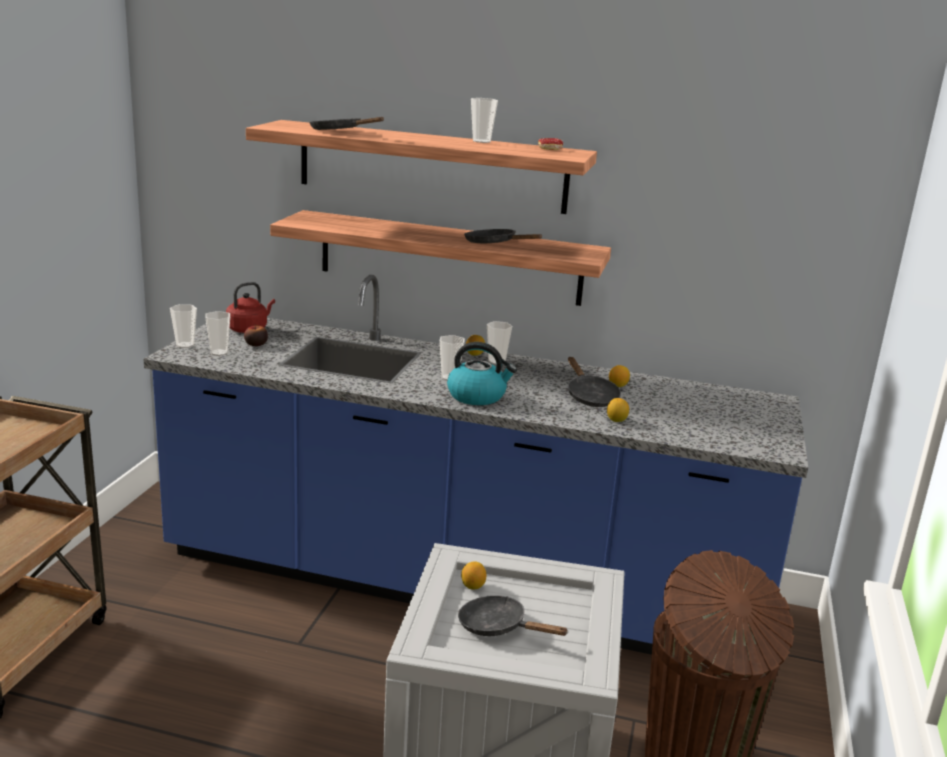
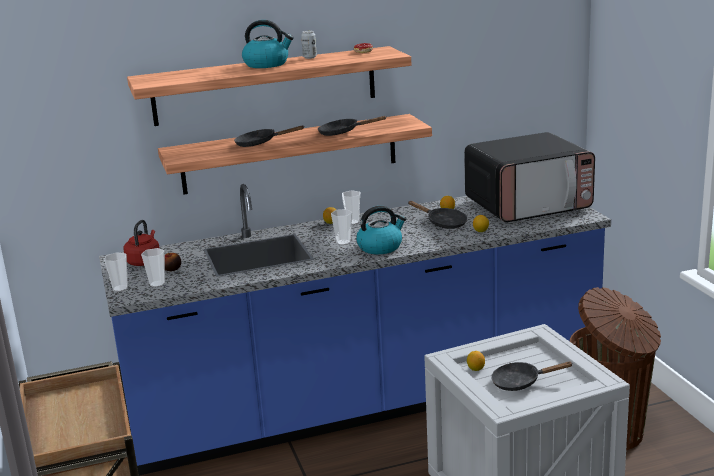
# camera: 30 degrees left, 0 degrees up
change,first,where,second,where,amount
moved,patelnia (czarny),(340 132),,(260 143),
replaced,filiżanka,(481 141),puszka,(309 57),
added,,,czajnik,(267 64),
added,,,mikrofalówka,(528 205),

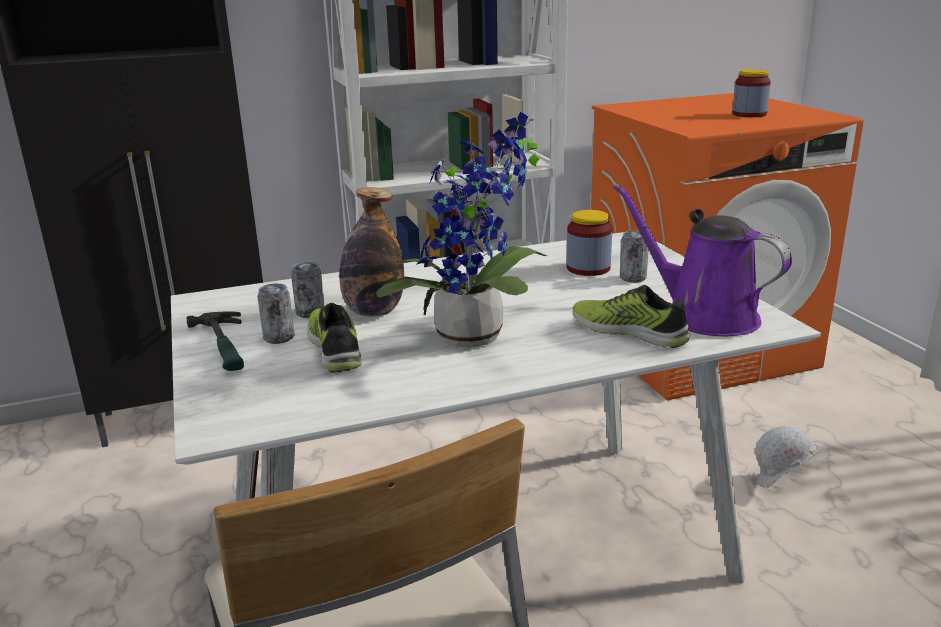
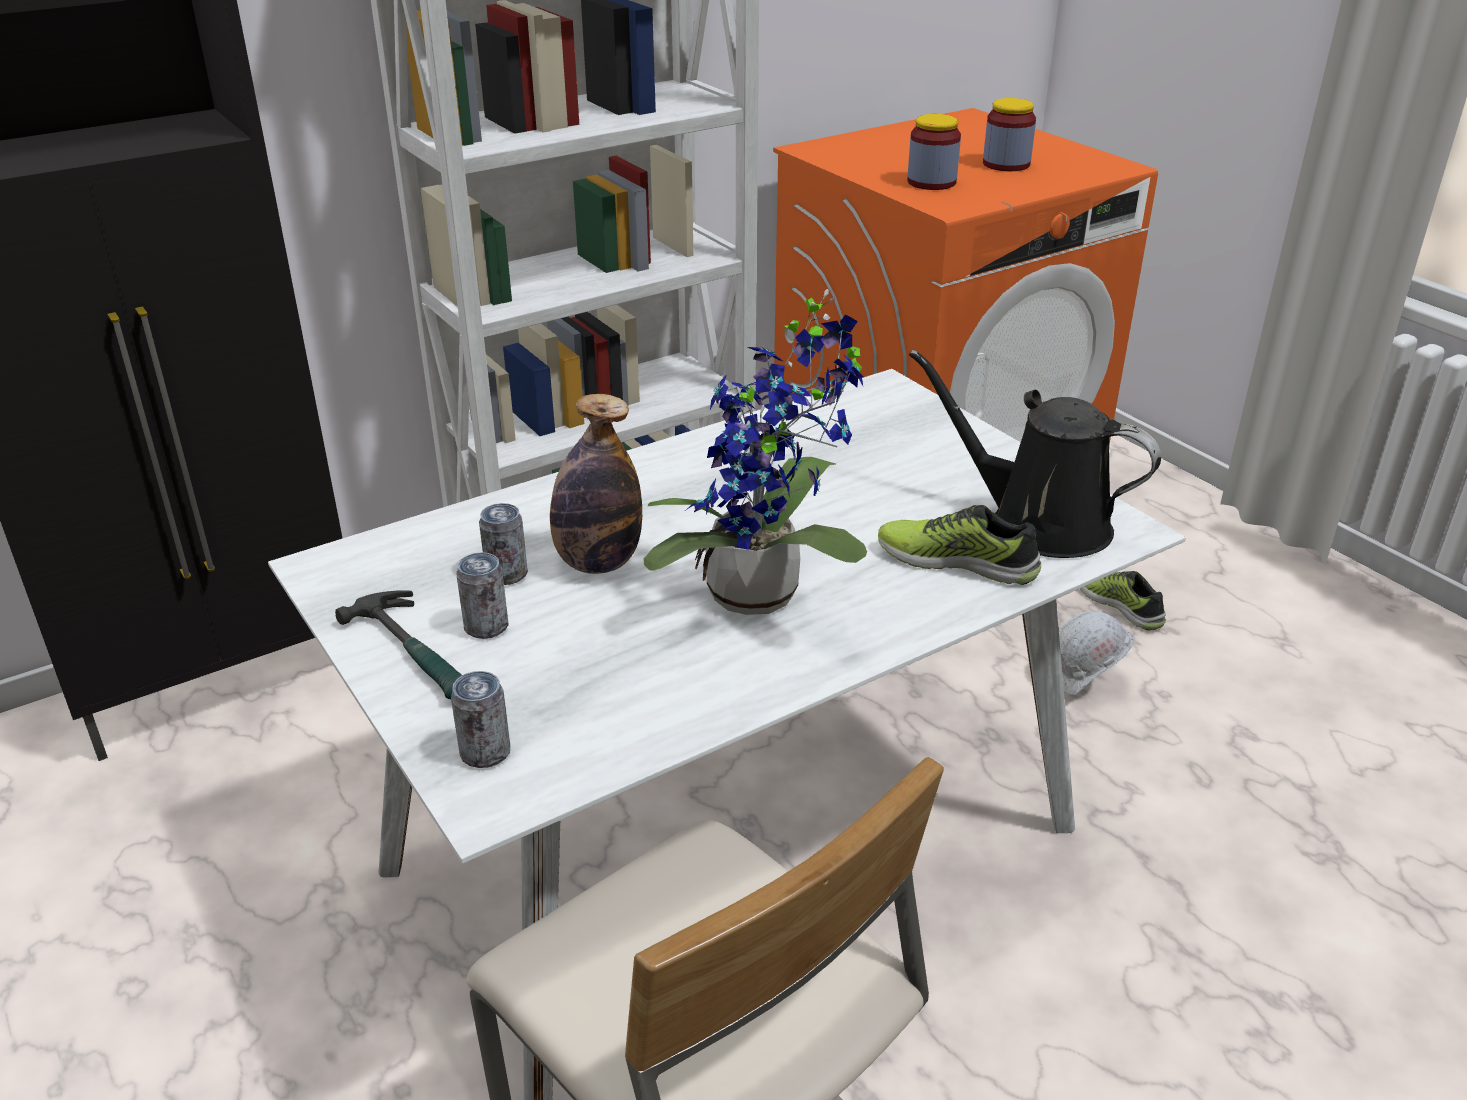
# camera: 15 degrees left, 10 degrees up
change,first,where,second,where,amount
moved,but,(336 348),,(1119 604),
moved,słoik,(588 268),,(931 182),
recoloured,konewka (fioletowy),(703 315),konewka (czarny),(1038 523),
moved,puszka,(632 278),,(485 753),

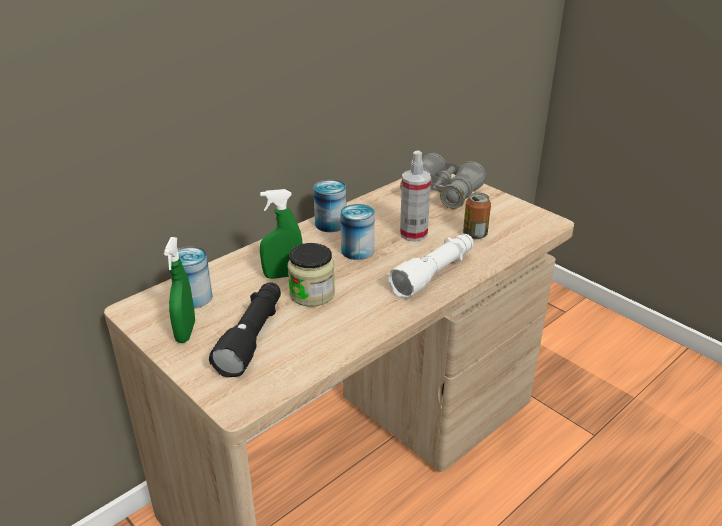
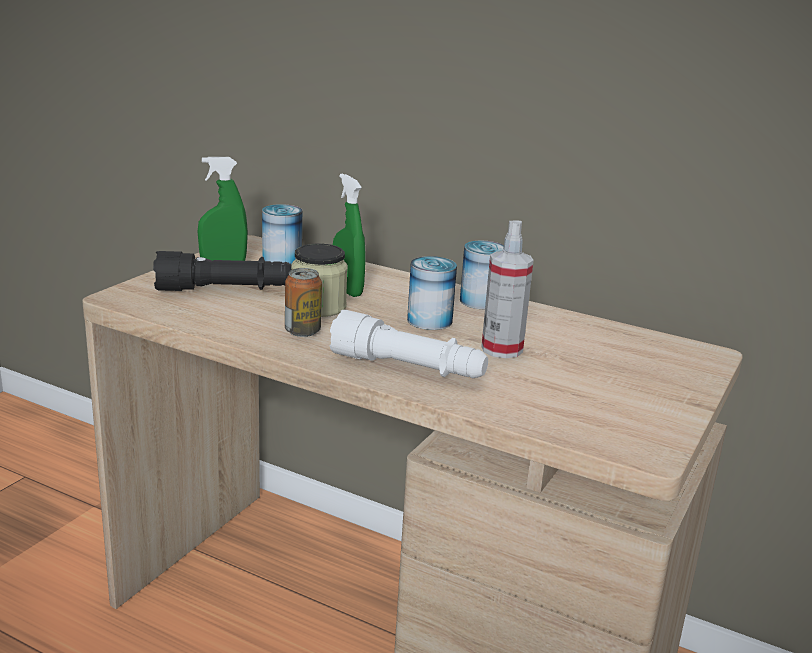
# camera: 70 degrees right, 10 degrees down
change,first,where,second,where,amount
removed,lornetka (szary),(442 193),,,
moved,puszka,(475 234),,(302 331),

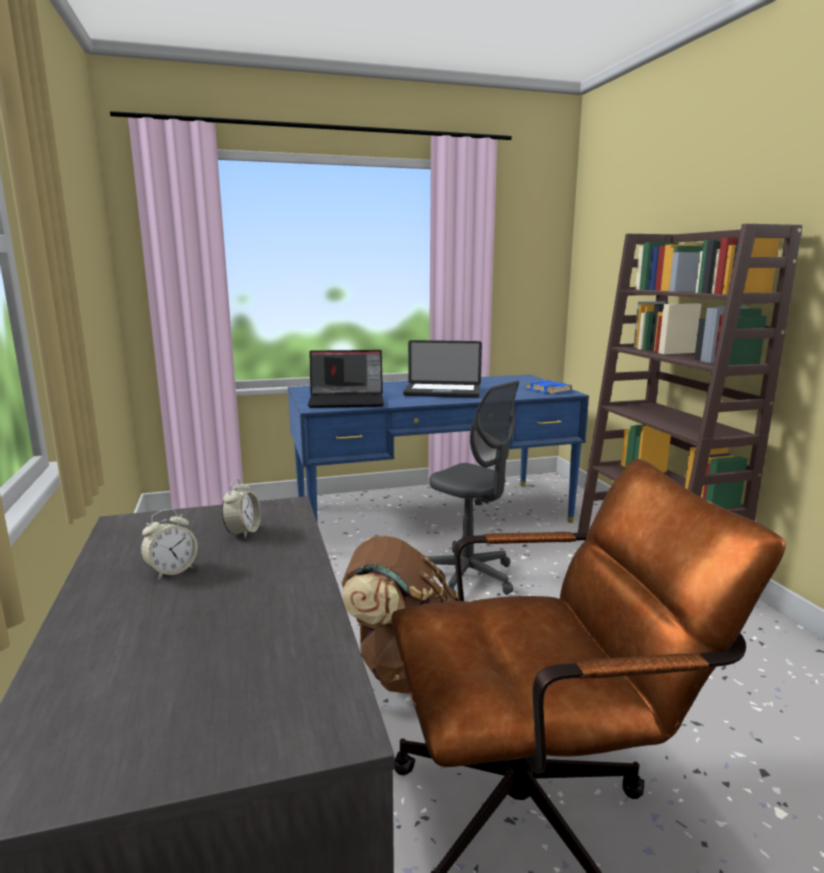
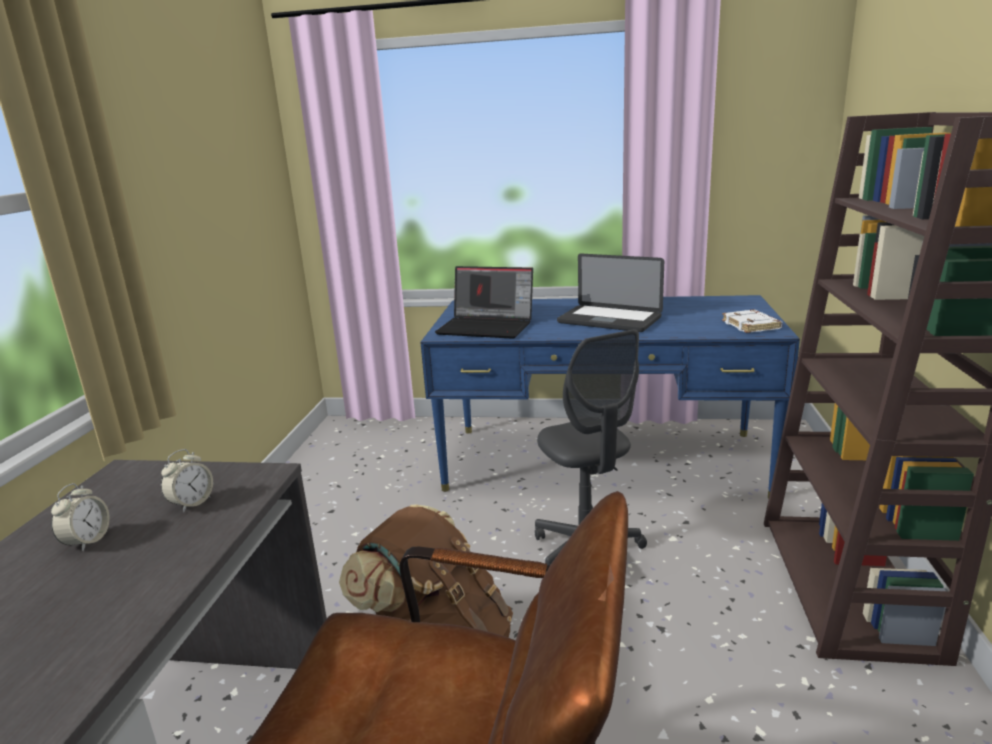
# camera: 25 degrees right, 5 degrees up
change,first,where,second,where,amount
turned,budzik,(171 571),,(87 541),60 degrees counterclockwise
recoloured,książka (niebieski),(549 390),książka (biały),(752 325),

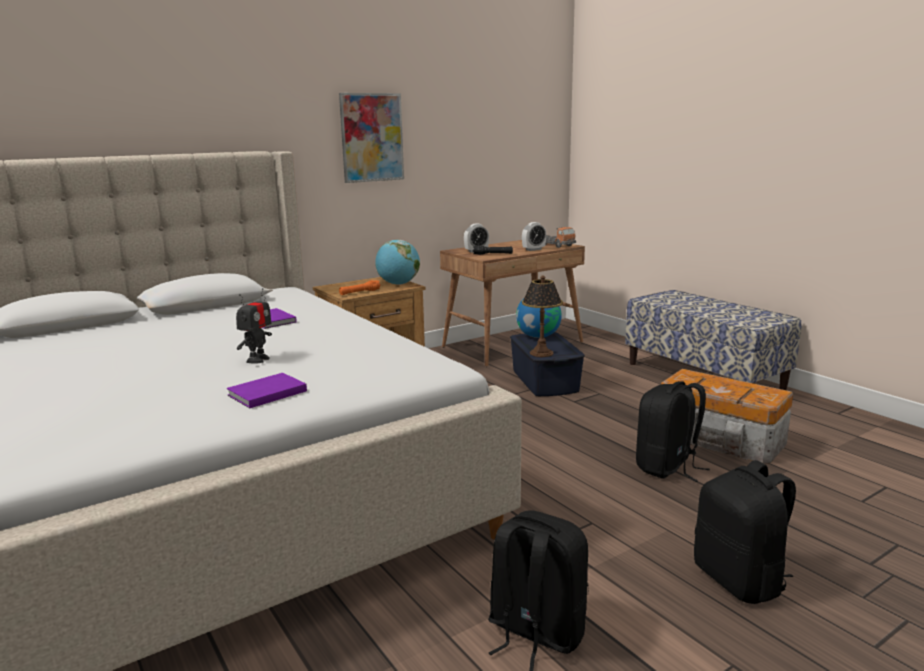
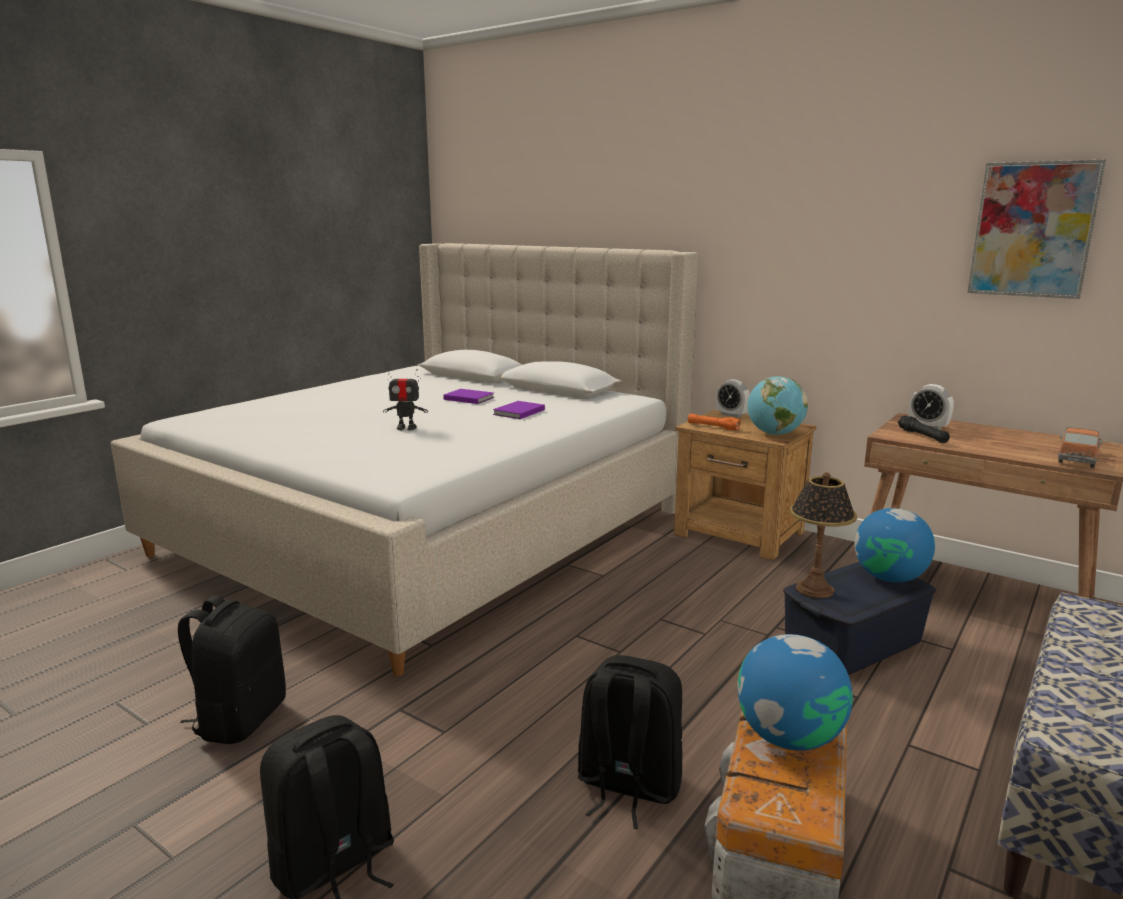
# camera: 70 degrees right, 0 degrees up
change,first,where,second,where,amount
moved,książka (fioletowy),(265 393),,(468 398),
moved,obraz,(372 137),,(1033 230),
moved,budzik,(533 249),,(731 415),
added,,,globus,(789 737),

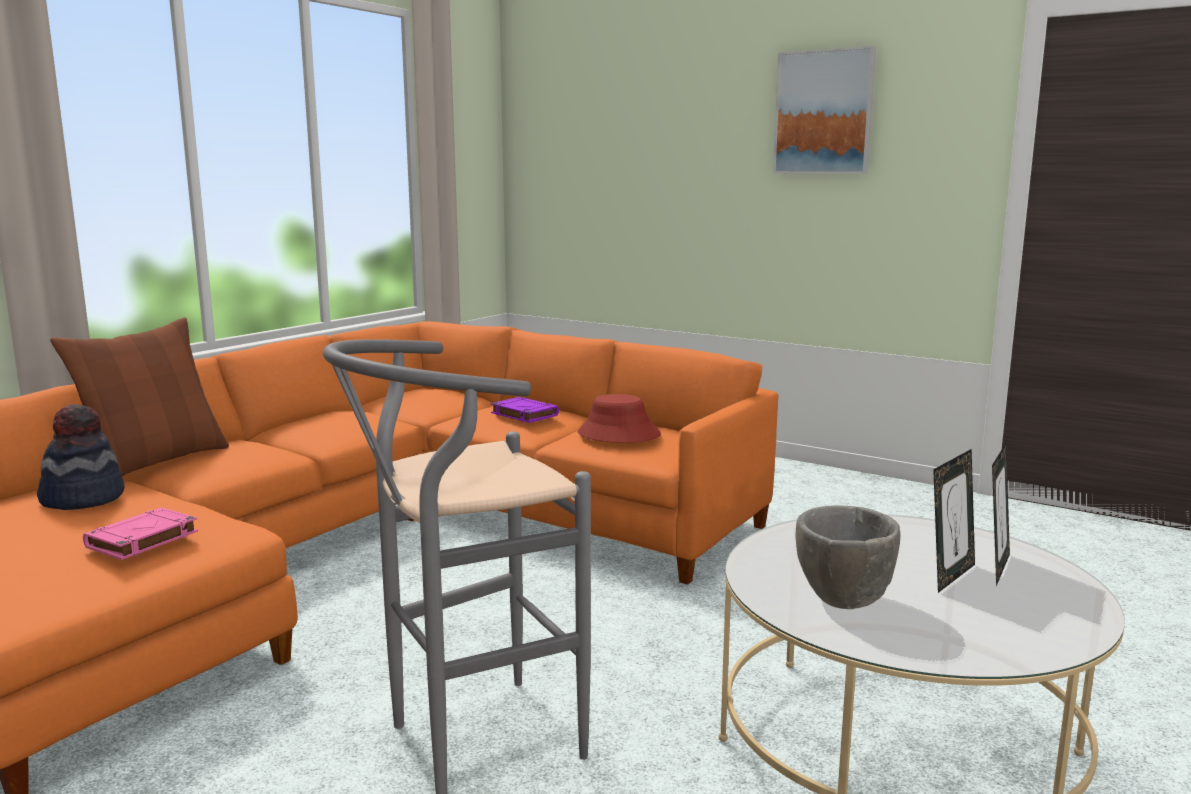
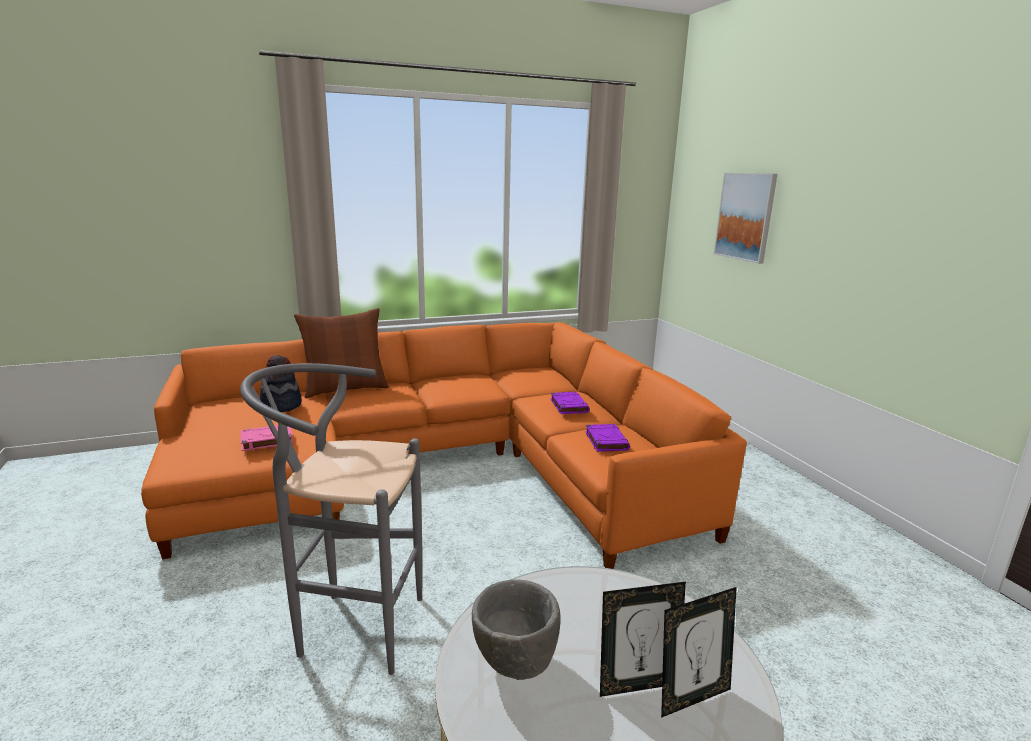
# camera: 35 degrees right, 5 degrees up
change,first,where,second,where,amount
replaced,kapelusz (czerwony),(618 435),książka (fioletowy),(606 441),
moved,obraz,(823 112),,(745 216),

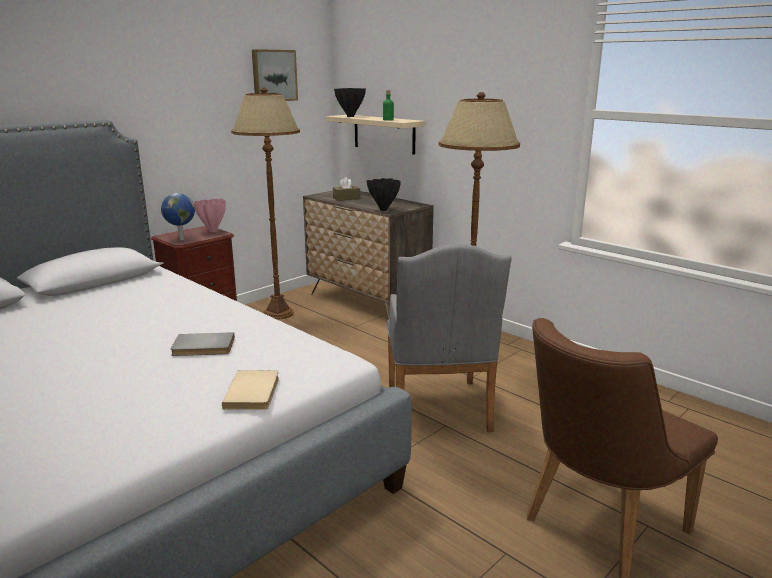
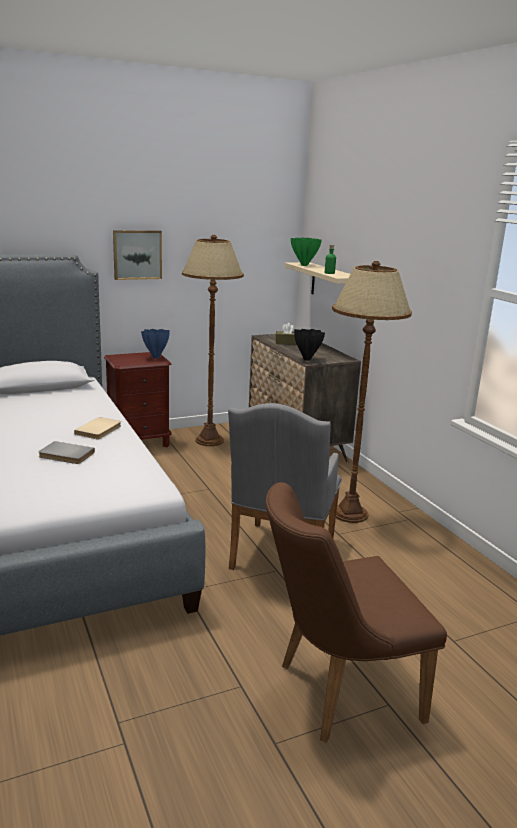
# camera: 20 degrees right, 0 degrees up
change,first,where,second,where,amount
removed,globus,(180 239),,,
recoloured,wazon (różowy),(212 231),wazon (niebieski),(155 357),
moved,książka (beżowy),(254 392),,(100 430),
moved,obraz,(273 75),,(137 254),
recoloured,wazon (czarny),(351 116),wazon (zielony),(305 265),

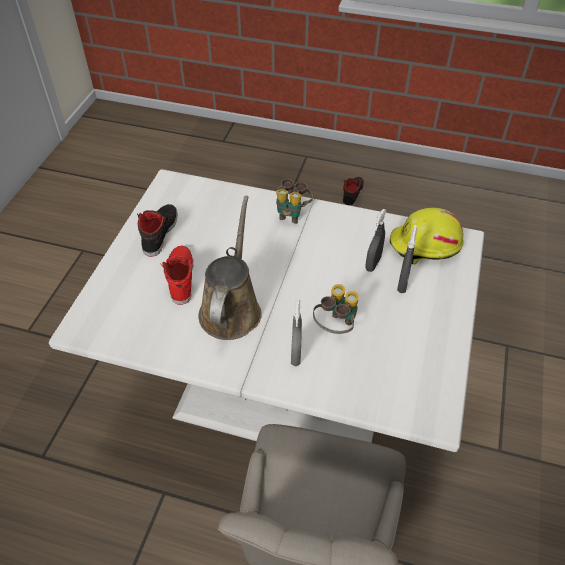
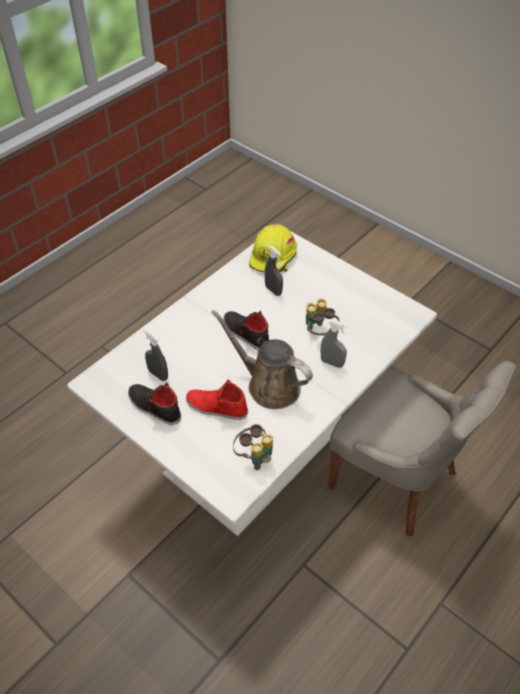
# camera: 65 degrees left, 0 degrees up
change,first,where,second,where,amount
moved,lornetka,(292 214),,(254 457),
moved,but (czarny),(352 194),,(245 333),
moved,spryskiwacz (szary),(402 284),,(158 374),

